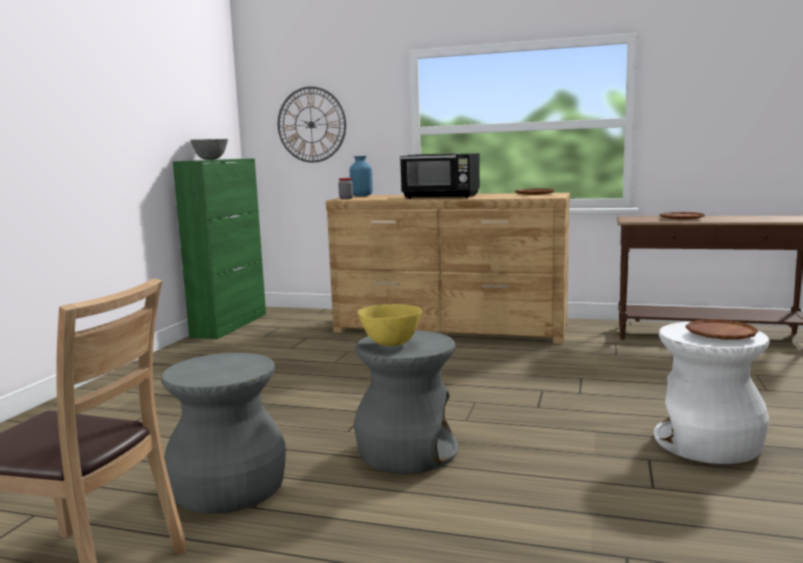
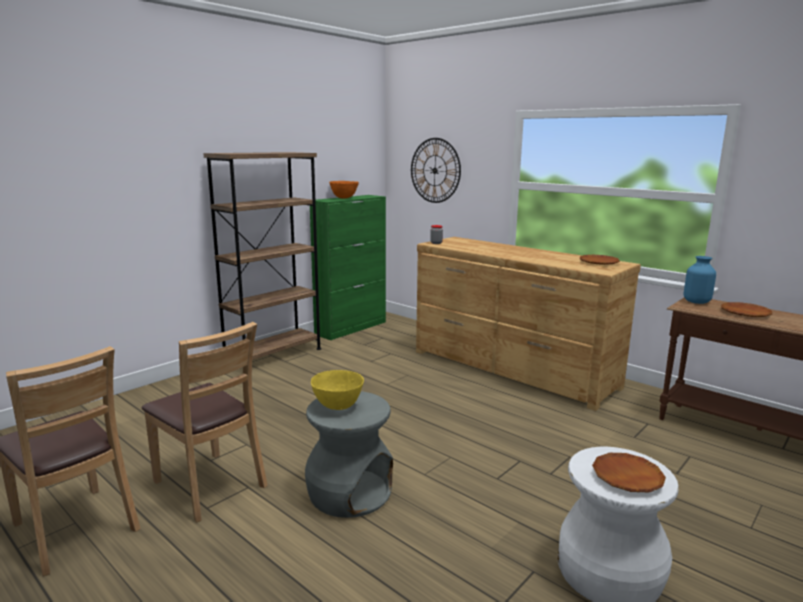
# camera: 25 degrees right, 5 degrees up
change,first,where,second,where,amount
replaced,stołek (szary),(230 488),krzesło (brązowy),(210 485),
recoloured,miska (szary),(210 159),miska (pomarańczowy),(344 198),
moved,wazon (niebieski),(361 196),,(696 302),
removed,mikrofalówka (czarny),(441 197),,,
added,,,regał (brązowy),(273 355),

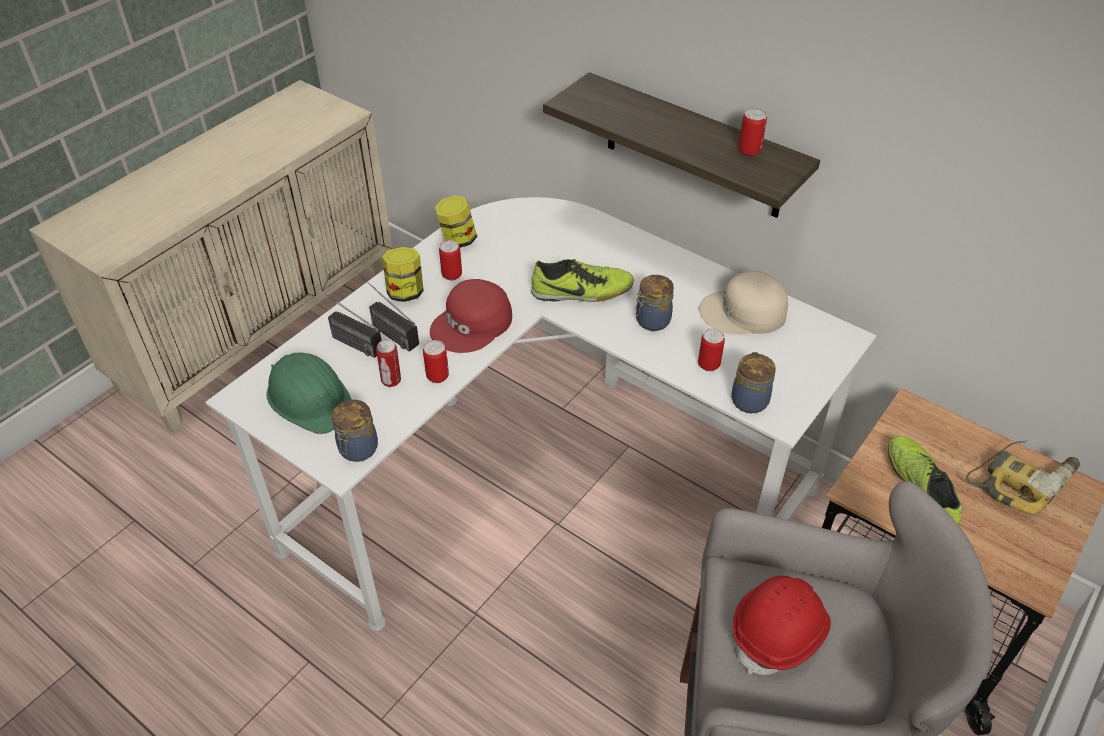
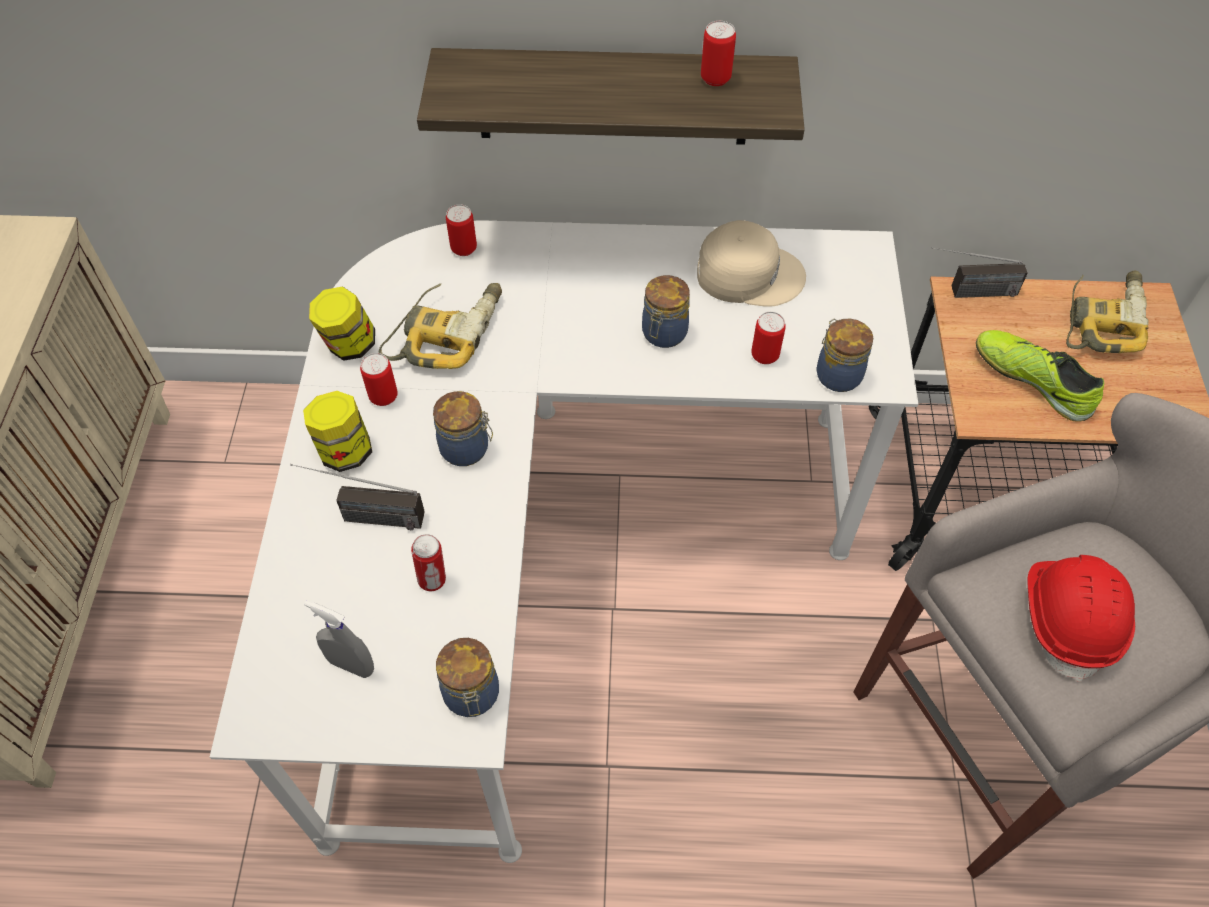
# camera: 35 degrees left, 10 degrees up
change,first,where,second,where,amount
replaced,kask (zielony),(311 399),spryskiwacz (szary),(351 665),
moved,radio,(345 339),,(967 293),
moved,puszka,(437 376),,(464 248),
replaced,czapka z daszkiem (czerwony),(472 324),słoik,(467 449),
removed,but,(582 292),,,
turned,czapka z daszkiem (beżowy),(744 313),,(749 273),135 degrees counterclockwise
added,,,wiertarka,(446 331),

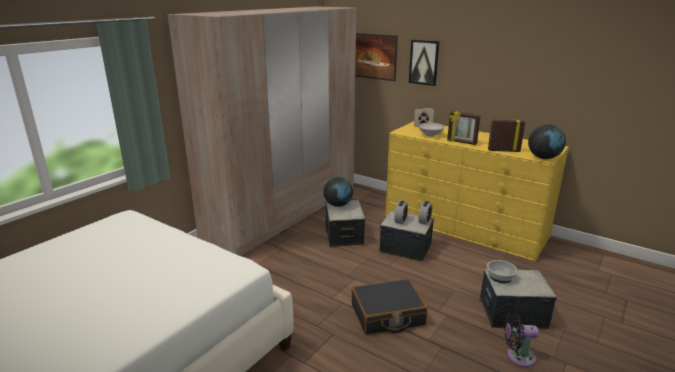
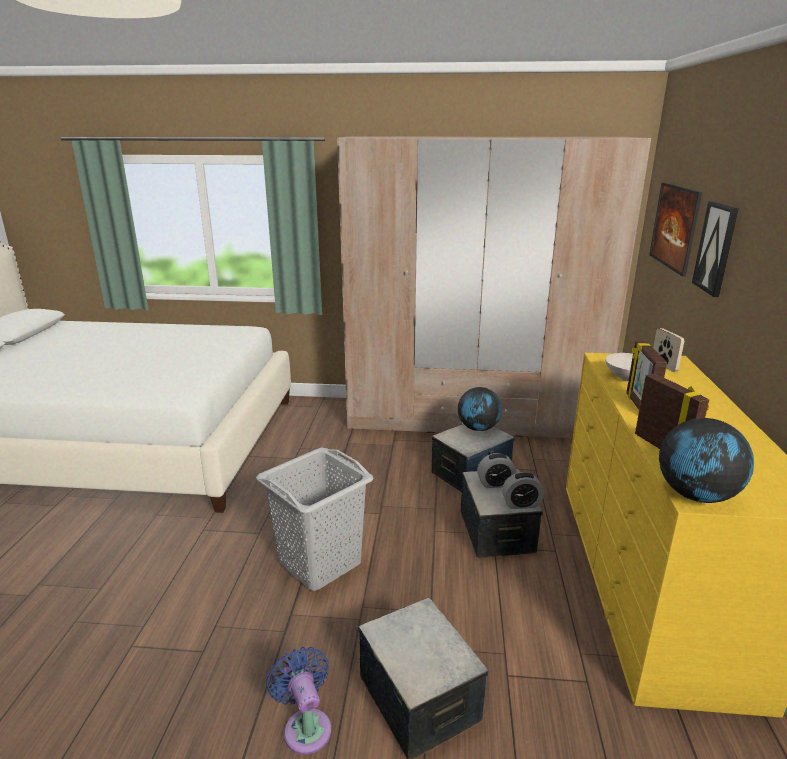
# camera: 60 degrees right, 0 degrees up
change,first,where,second,where,amount
replaced,walizka (czarny),(387 315),kosz na pranie (szary),(321 563),
removed,miska,(500 277),,,
recoloured,wentylator (czarny),(517 356),wentylator (niebieski),(306 726),

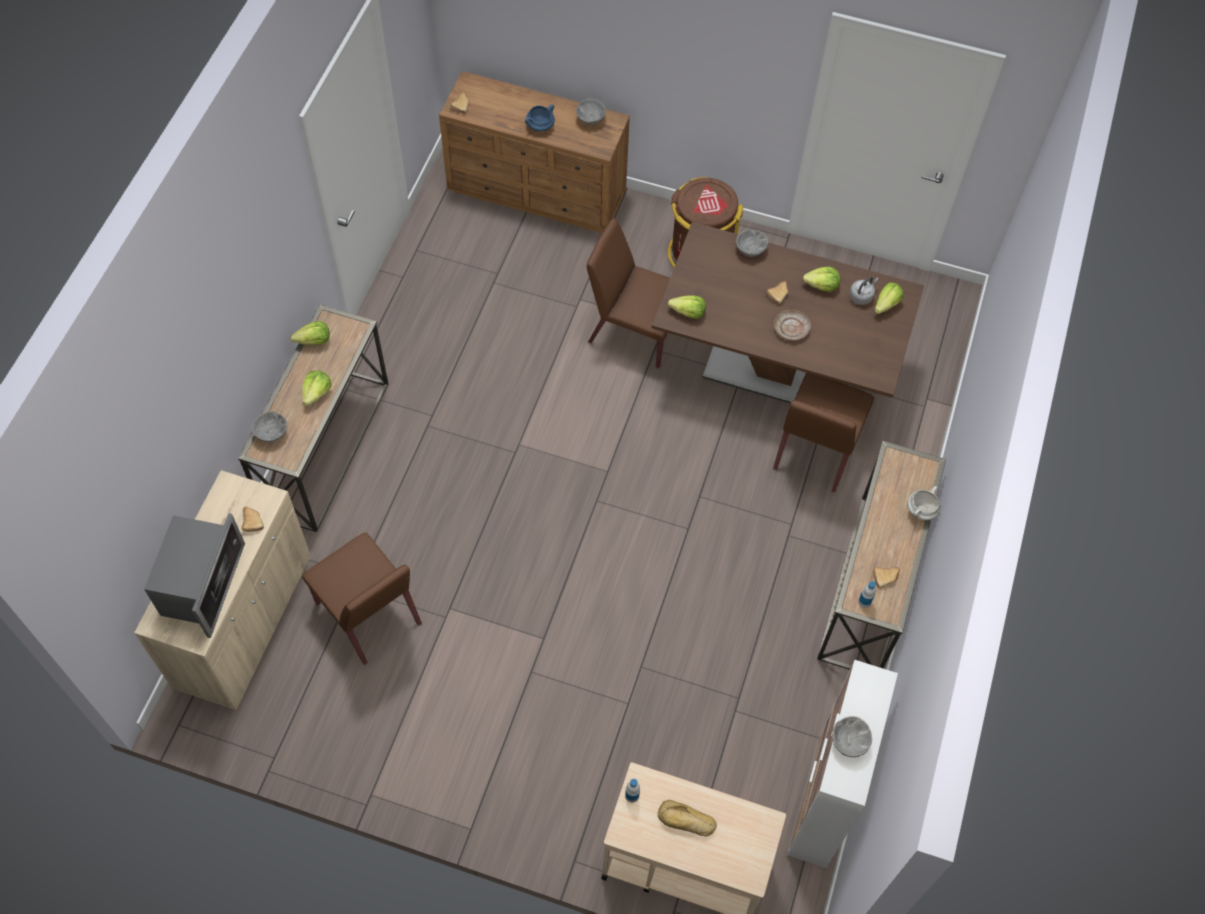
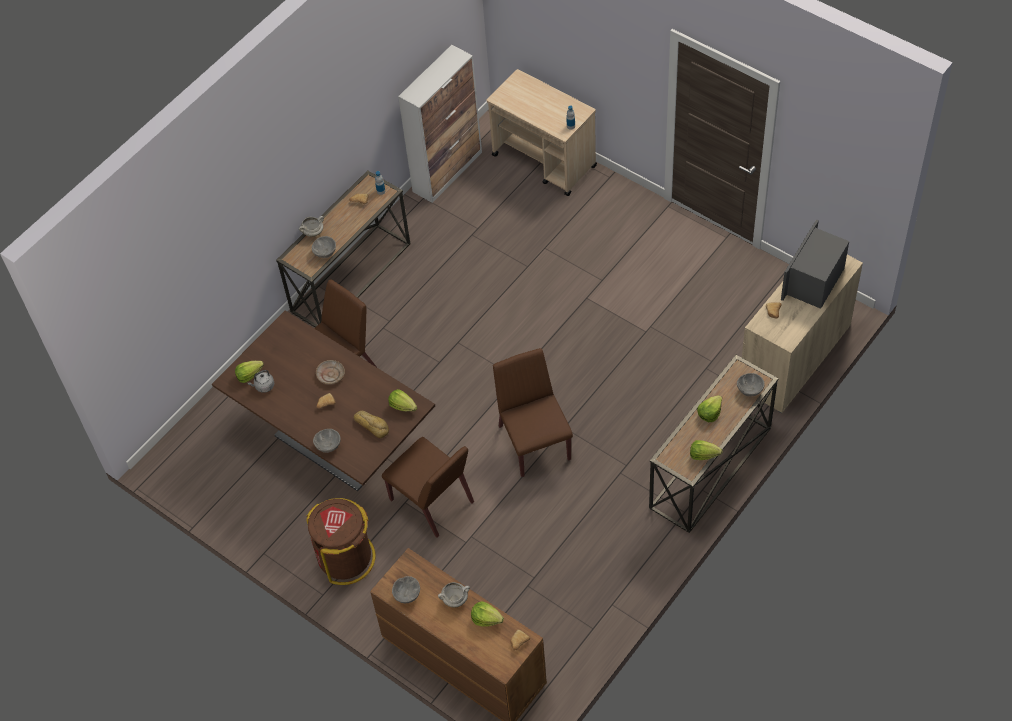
# camera: 155 degrees left, 5 degrees down
change,first,where,second,where,amount
moved,krzesło (brązowy),(369 614),,(534 441),
recoloured,garnek (niebieski),(540 127),garnek (biały),(455 599),
moved,chleb,(686 821),,(372 425),
moved,sałata,(822 286),,(486 618),
moved,miska (szary),(848 741),,(325 253),

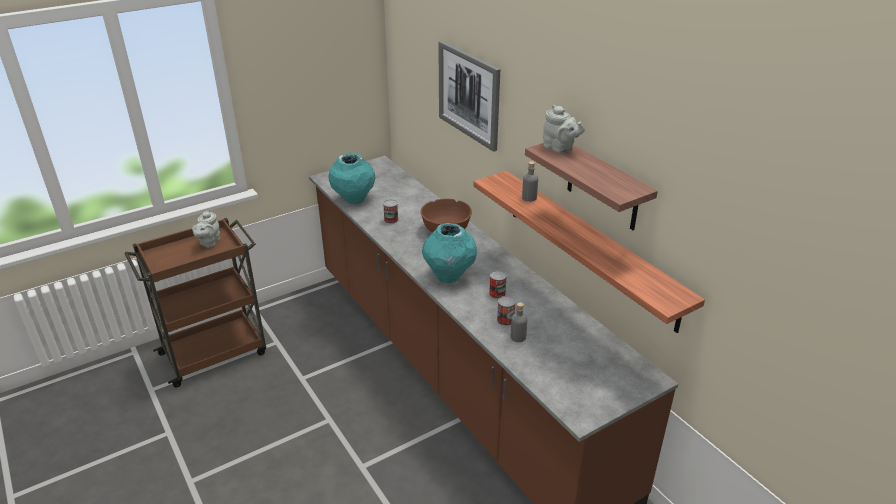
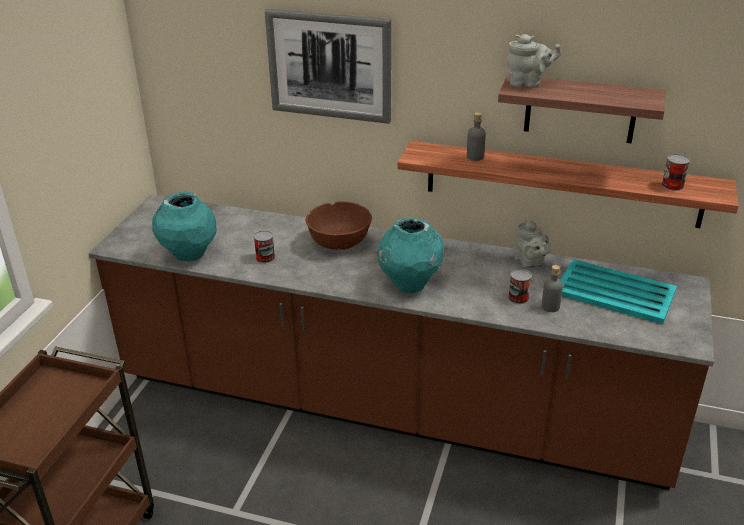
# camera: 40 degrees left, 0 degrees up
change,first,where,second,where,amount
moved,imbryk (szary),(209 243),,(530 263),
moved,puszka,(497 293),,(672 185),
added,,,taca (turkusowy),(614 292),

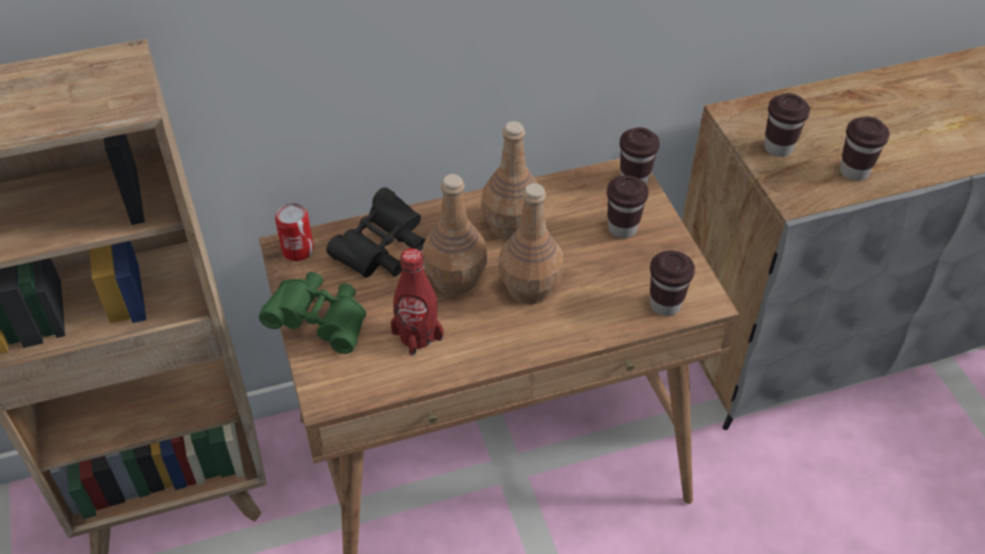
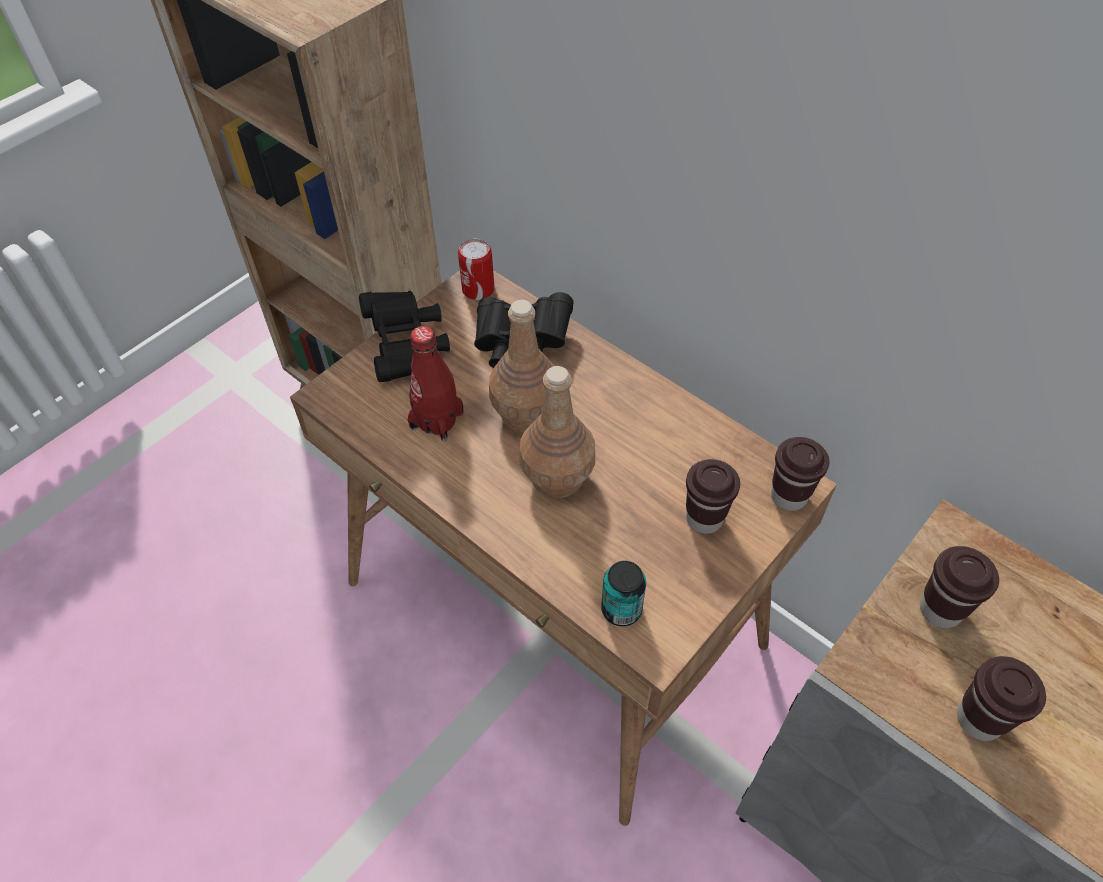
# camera: 60 degrees right, 5 degrees up
change,first,where,second,where,amount
recoloured,lornetka (zielony),(320 322),lornetka (czarny),(407 347),
removed,butelka (brązowy),(512 225),,,
replaced,filiżanka (brązowy),(665 305),puszka,(621 609),

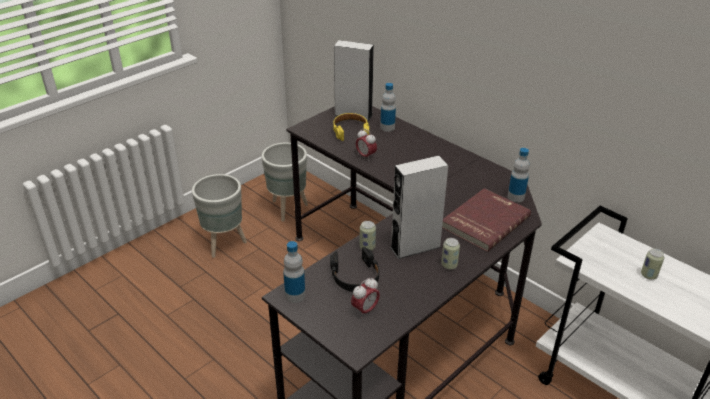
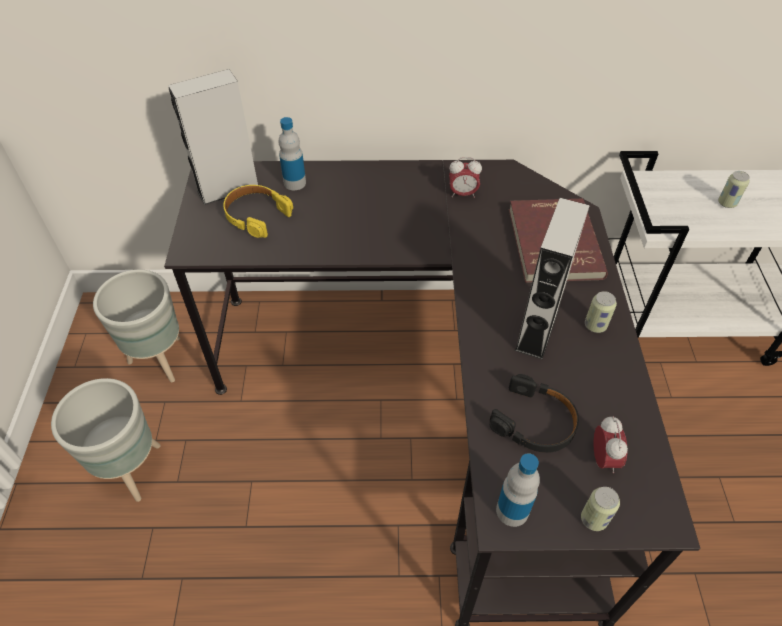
# camera: 45 degrees left, 15 degrees up
change,first,where,second,where,amount
moved,budzik,(365 156),,(462 194),
moved,puszka,(367 247),,(594 519),
removed,butelka,(516 197),,,

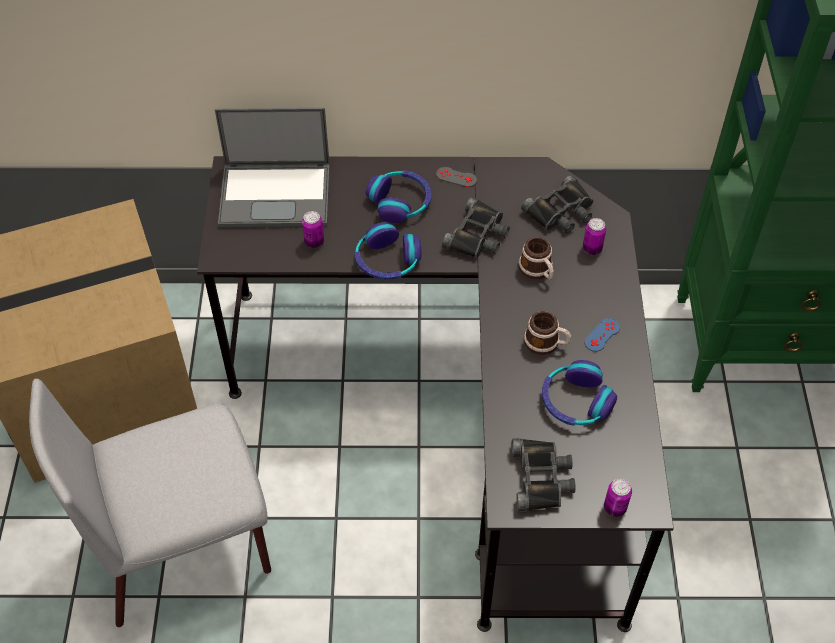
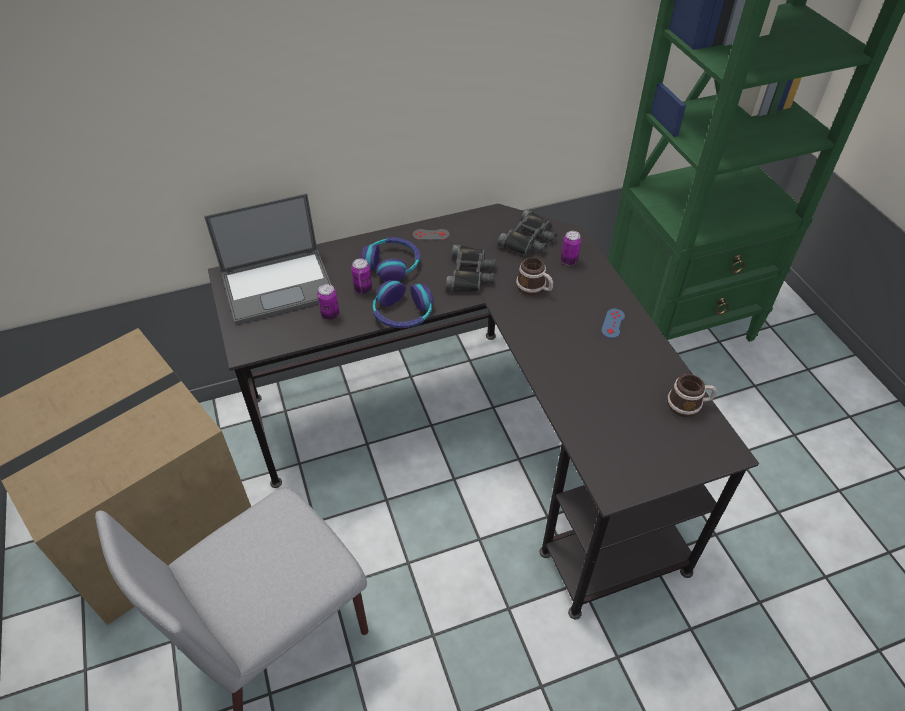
# camera: 20 degrees left, 5 degrees down
change,first,where,second,where,amount
removed,lornetka (czarny),(541 478),,,
moved,kubek,(546 343),,(688 404),
removed,słuchawki,(575 401),,,
moved,puszka,(615 508),,(363 289),

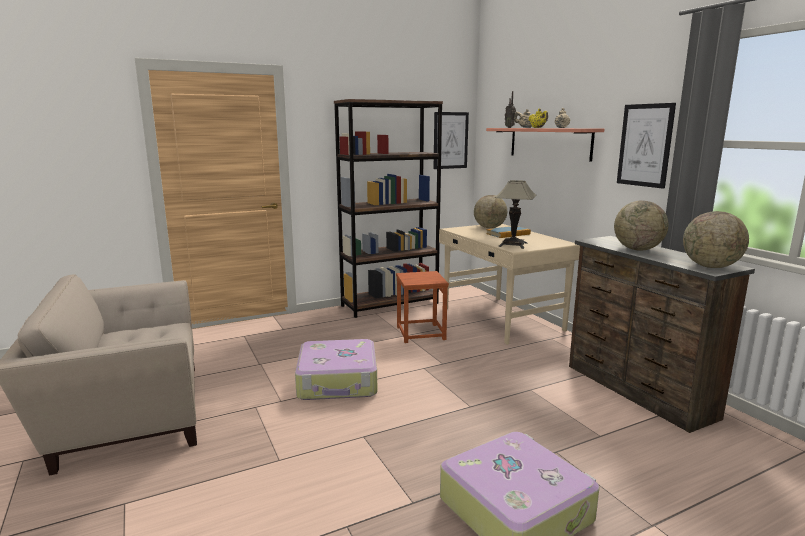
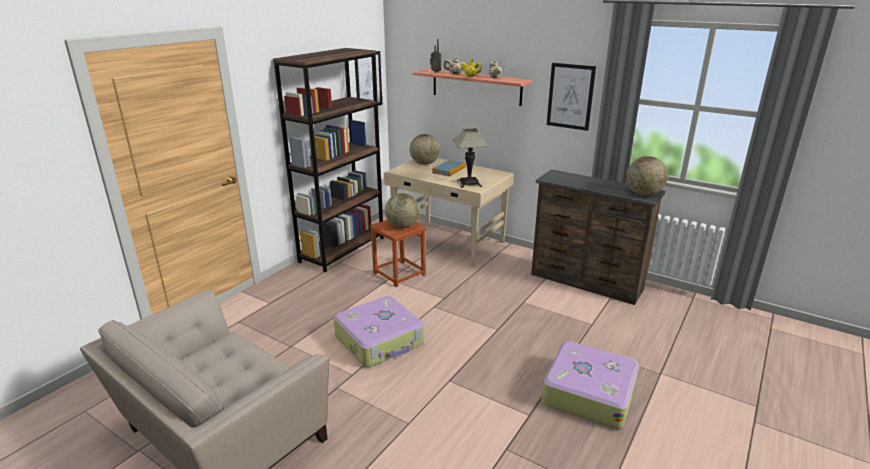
# camera: 30 degrees left, 10 degrees up
change,first,where,second,where,amount
moved,globus,(637 249),,(402 226),

